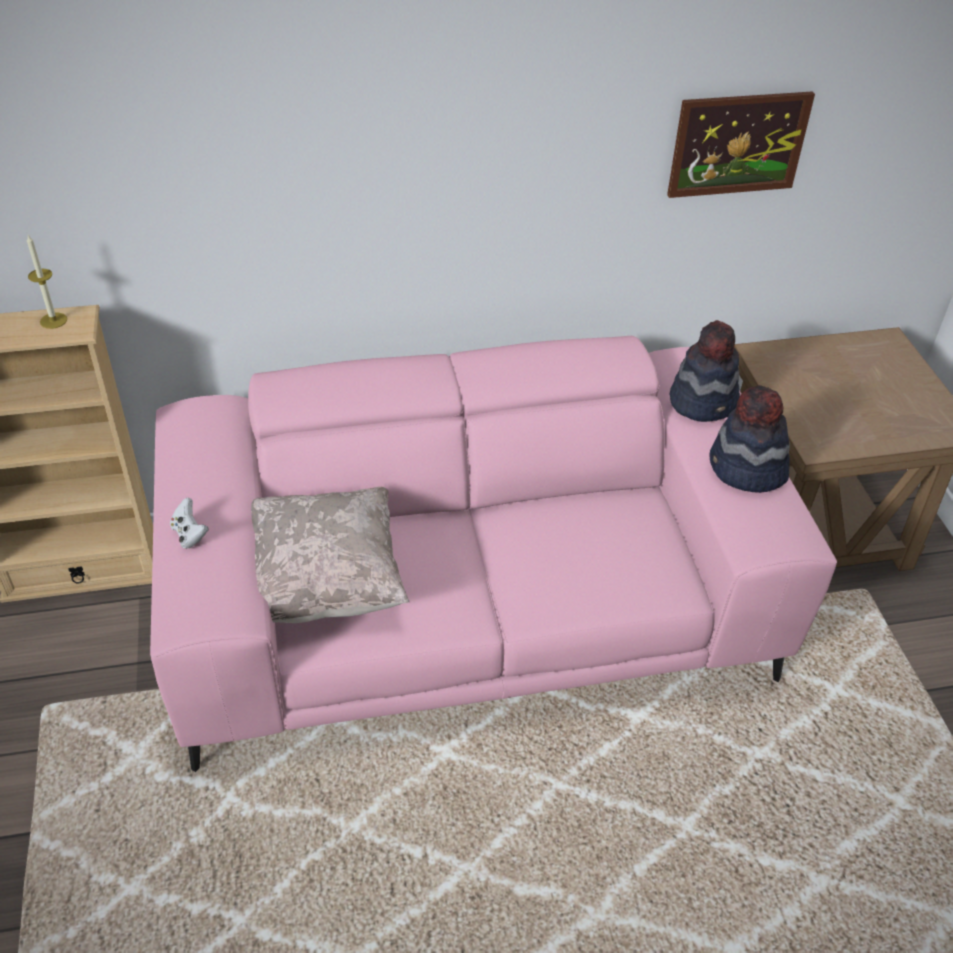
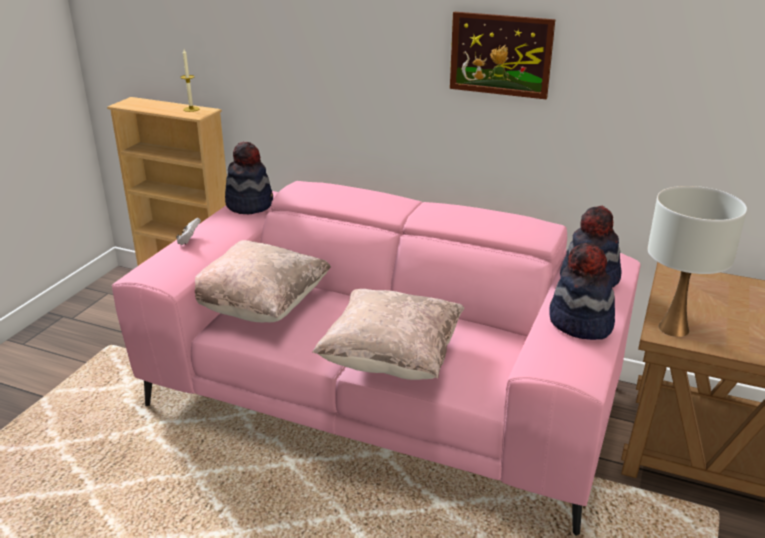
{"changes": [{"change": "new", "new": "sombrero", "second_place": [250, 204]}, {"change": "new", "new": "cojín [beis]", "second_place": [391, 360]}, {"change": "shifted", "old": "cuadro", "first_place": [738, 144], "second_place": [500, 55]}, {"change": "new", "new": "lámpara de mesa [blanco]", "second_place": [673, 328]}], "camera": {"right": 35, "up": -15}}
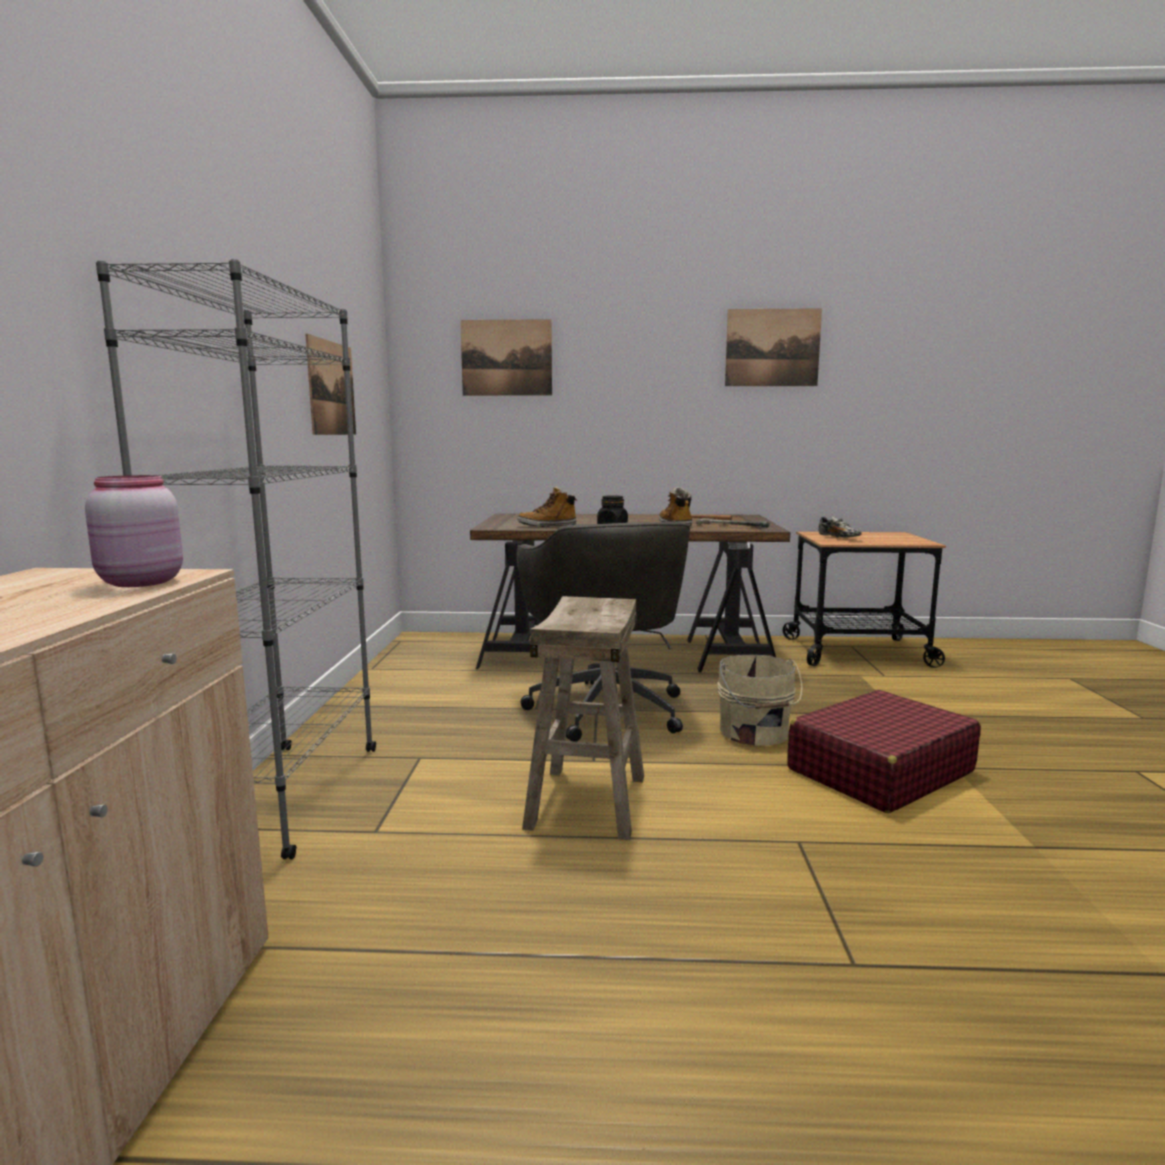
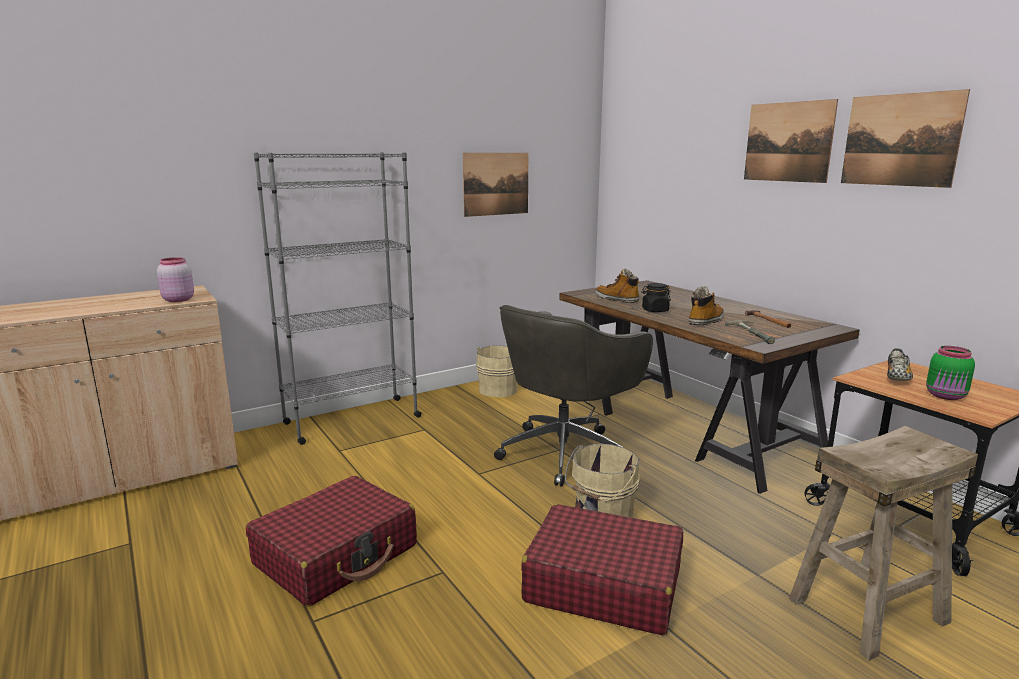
{"changes": [{"change": "new", "new": "maleta [rojo]", "second_place": [337, 555]}, {"change": "new", "new": "cubo [beis]", "second_place": [499, 389]}, {"change": "shifted", "old": "cuadro", "first_place": [506, 358], "second_place": [788, 142]}, {"change": "shifted", "old": "taburete [beis]", "first_place": [586, 800], "second_place": [867, 609]}, {"change": "new", "new": "tarro [verde]", "second_place": [946, 396]}], "camera": {"right": 55, "up": 5}}
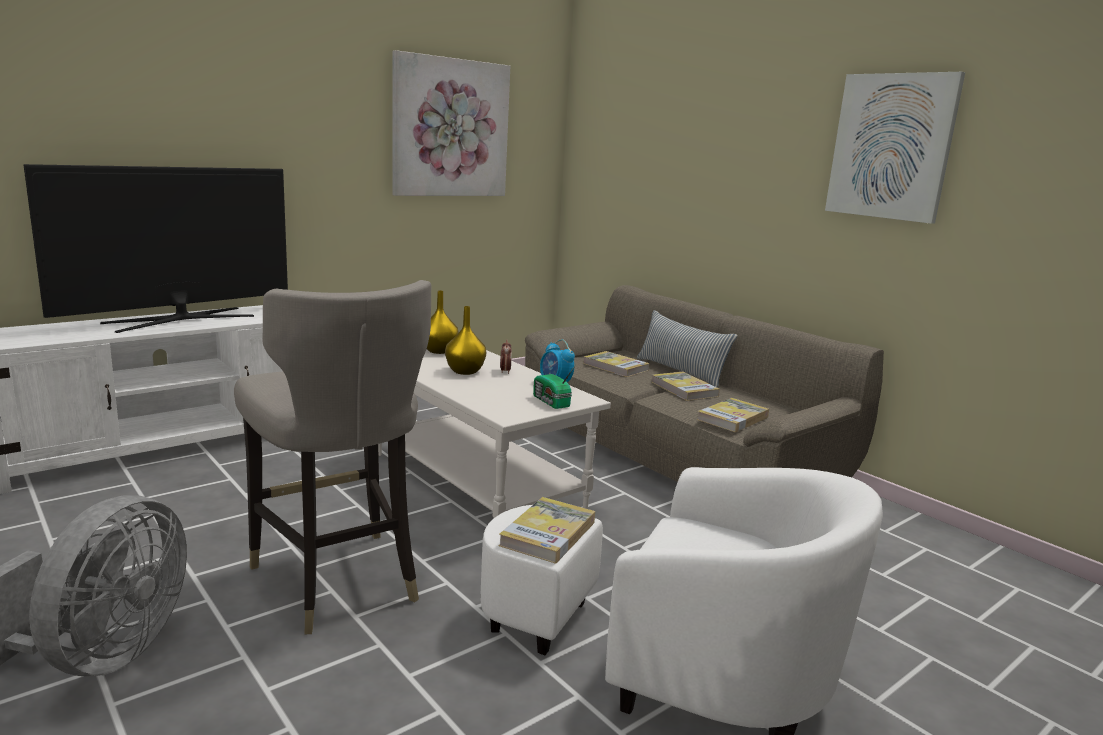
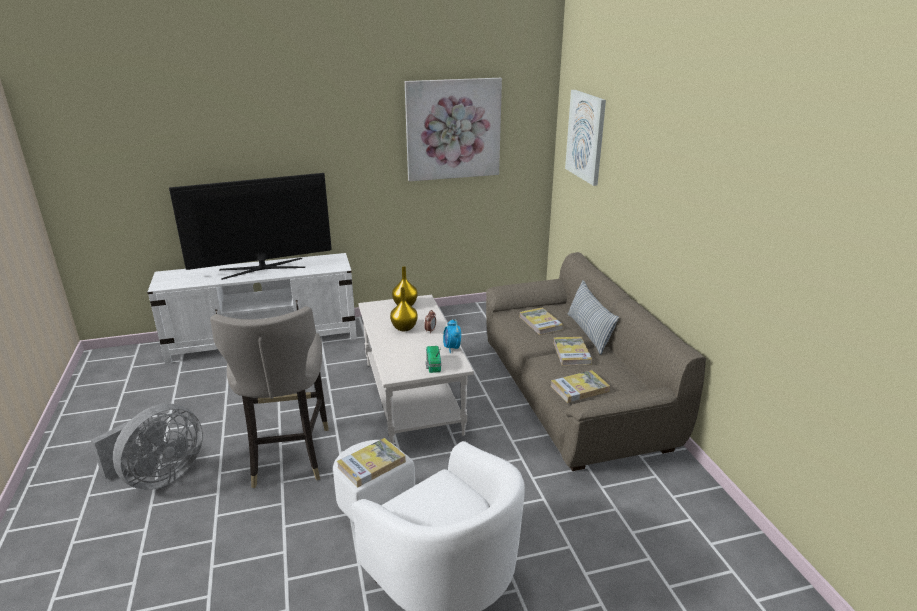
{"changes": [{"change": "shifted", "old": "cuadro", "first_place": [891, 147], "second_place": [586, 136]}], "camera": {"right": 25, "up": 10}}
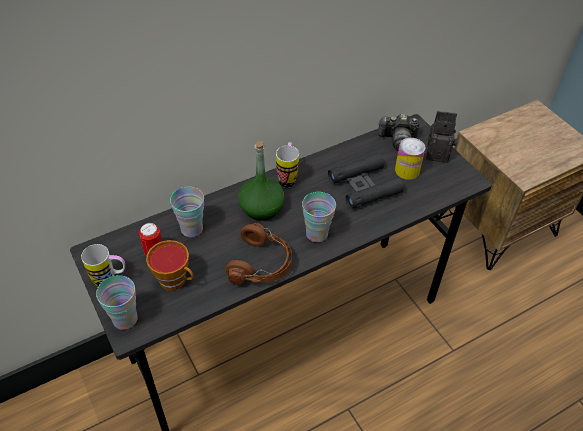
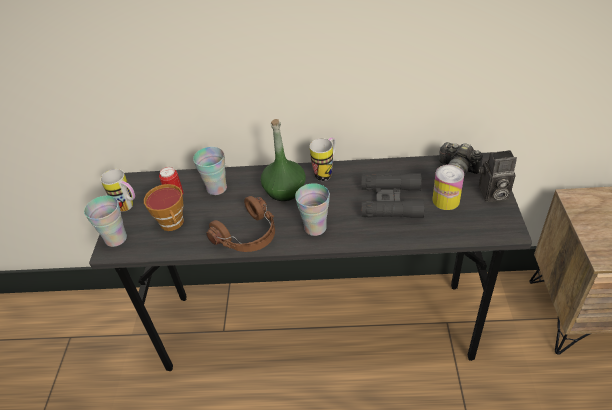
{"changes": [{"change": "rotated", "old": "cámara", "first_place": [438, 153], "second_place": [492, 194], "degrees": 135}], "camera": {"right": 35, "up": -5}}
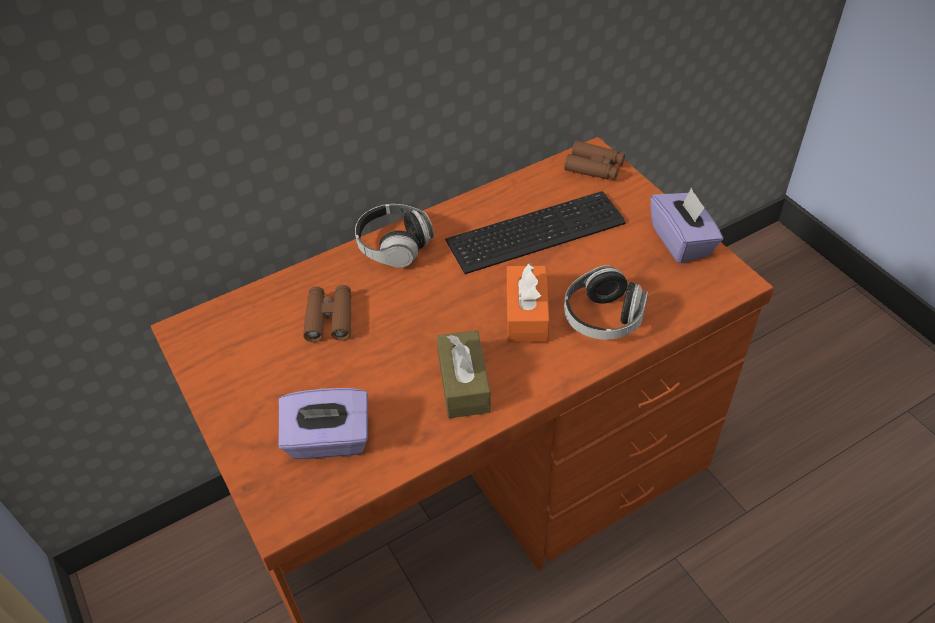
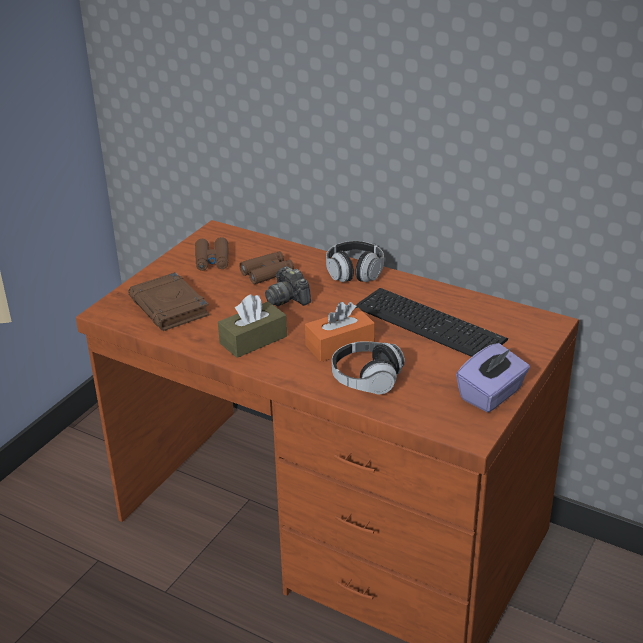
{"changes": [{"change": "swapped", "old": "caja de pañuelos [morado]", "new": "libro [marrón]", "first_place": [328, 441], "second_place": [170, 307]}, {"change": "shifted", "old": "prismáticos [marrón]", "first_place": [594, 167], "second_place": [212, 260]}, {"change": "new", "new": "cámara", "second_place": [288, 298]}], "camera": {"right": 60, "up": -15}}
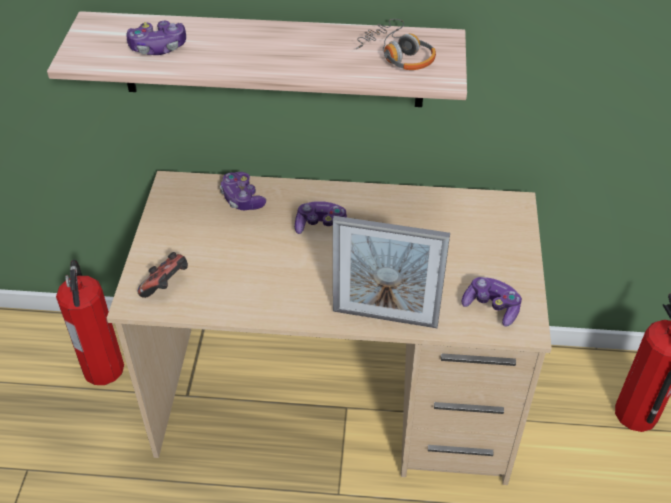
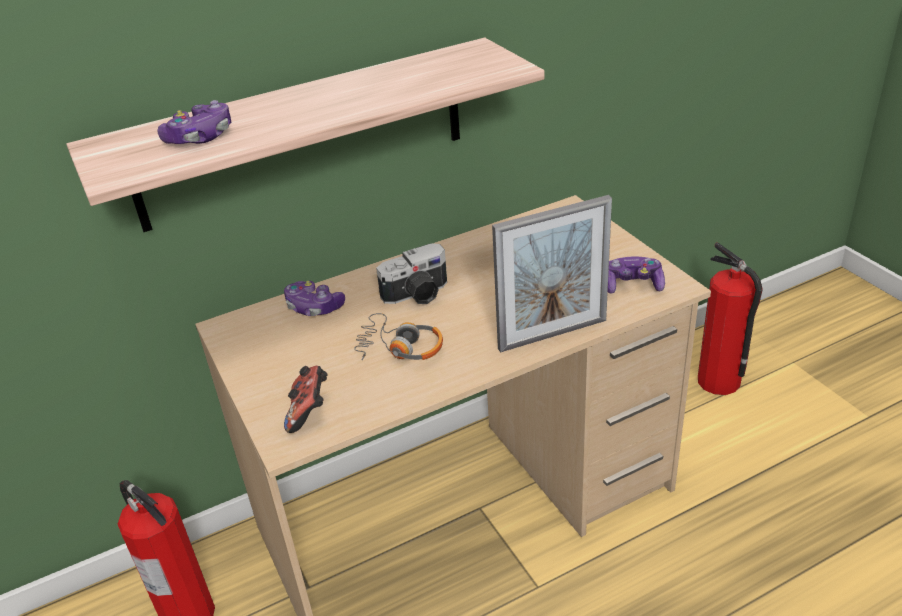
{"changes": [{"change": "shifted", "old": "auriculares", "first_place": [398, 55], "second_place": [400, 348]}, {"change": "swapped", "old": "mando de consola", "new": "cámara", "first_place": [321, 227], "second_place": [418, 295]}], "camera": {"right": -30, "up": -10}}
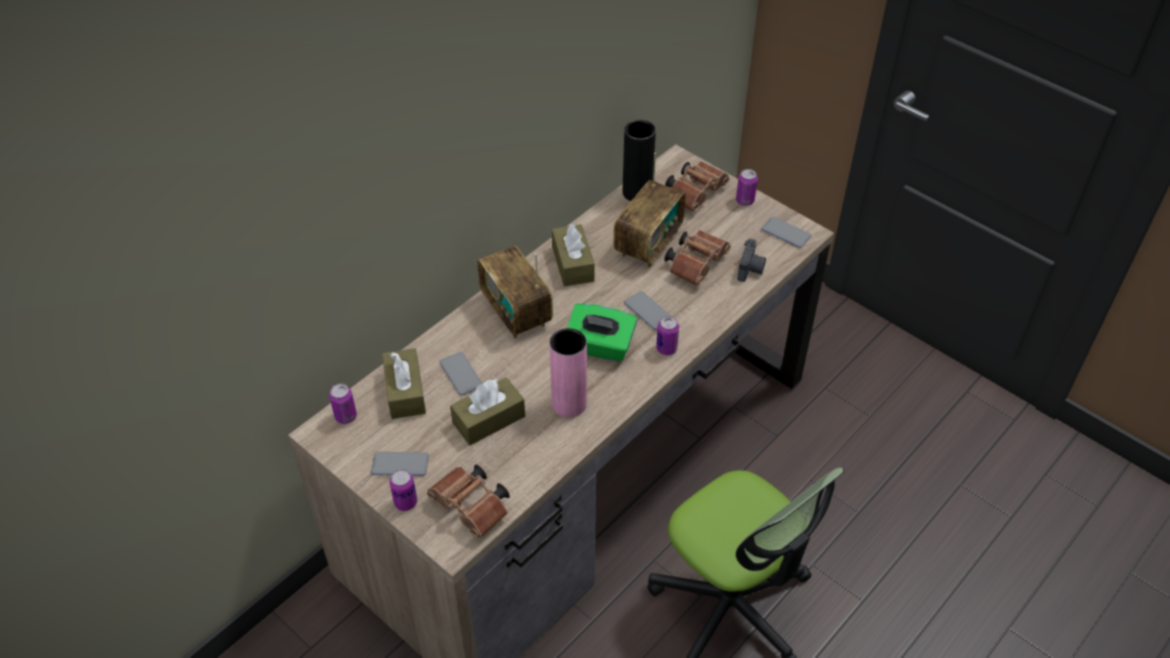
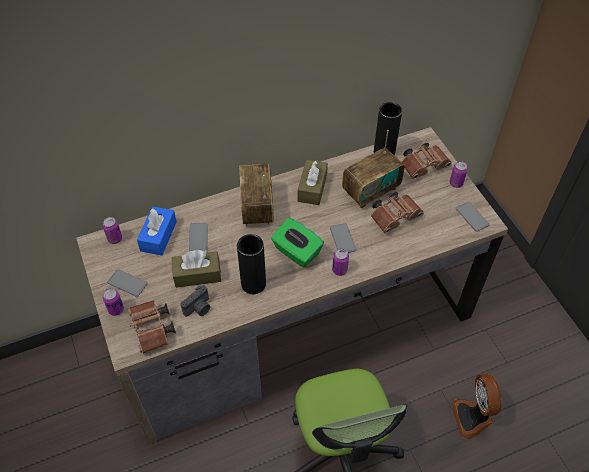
{"changes": [{"change": "repainted", "old": "caja de pañuelos [marrón]", "new": "caja de pañuelos [azul]", "first_place": [405, 392], "second_place": [158, 236]}, {"change": "shifted", "old": "cámara", "first_place": [751, 269], "second_place": [199, 308]}, {"change": "repainted", "old": "florero [rosa]", "new": "florero [negro]", "first_place": [569, 404], "second_place": [253, 284]}, {"change": "new", "new": "ventilador", "second_place": [473, 417]}], "camera": {"right": 25, "up": 5}}
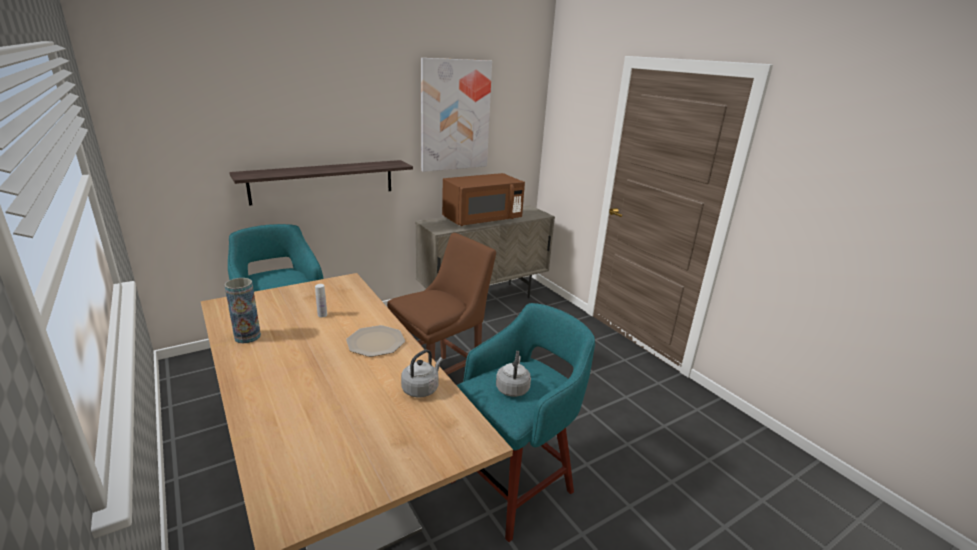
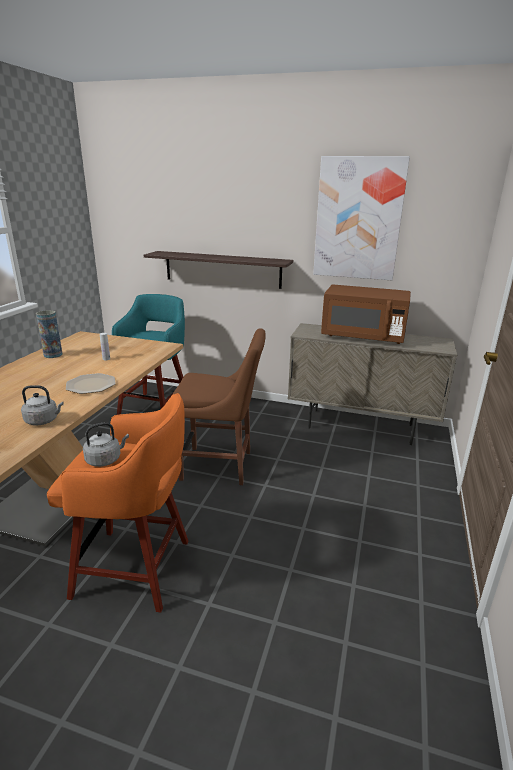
{"changes": [{"change": "repainted", "old": "taburete [turquesa]", "new": "taburete [naranja]", "first_place": [514, 484], "second_place": [136, 569]}], "camera": {"right": 50, "up": 0}}
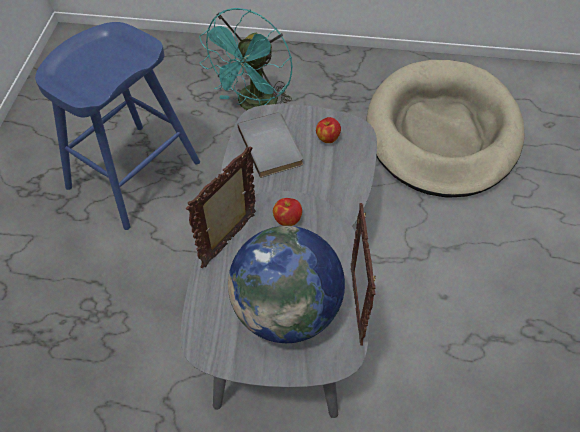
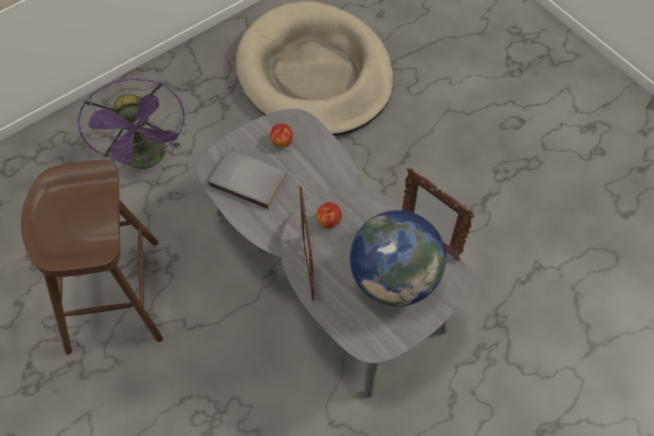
{"changes": [{"change": "repainted", "old": "taburete [azul]", "new": "taburete [marrón]", "first_place": [133, 175], "second_place": [113, 295]}, {"change": "repainted", "old": "ventilador [turquesa]", "new": "ventilador [morado]", "first_place": [254, 106], "second_place": [148, 159]}], "camera": {"right": -45, "up": 5}}
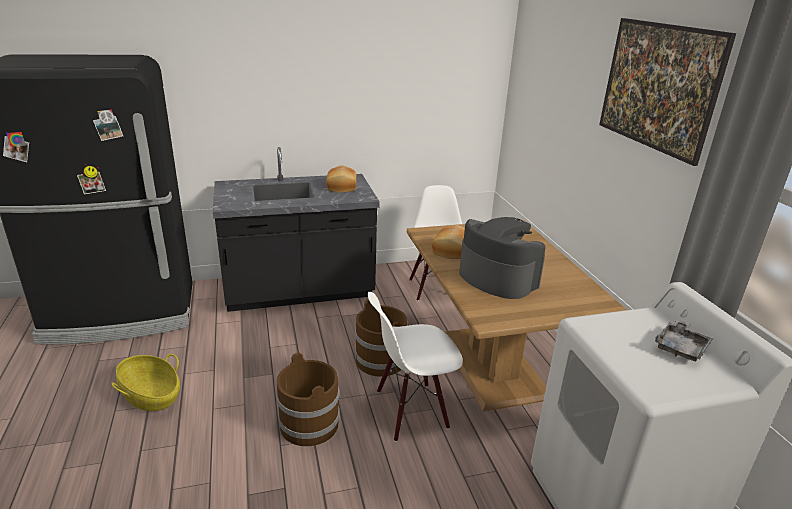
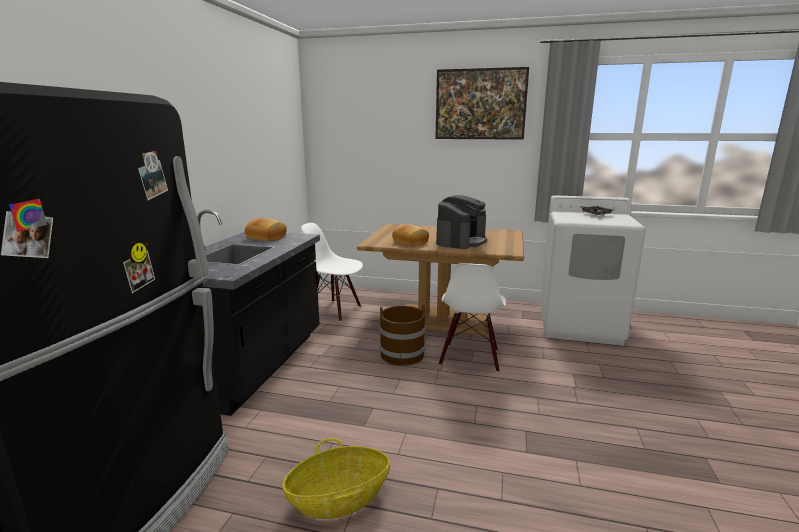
{"changes": [{"change": "rotated", "old": "cafetera", "first_place": [497, 278], "second_place": [461, 241], "degrees": 135}, {"change": "gone", "old": "cubo [marrón]", "first_place": [309, 424]}], "camera": {"right": -60, "up": -10}}
